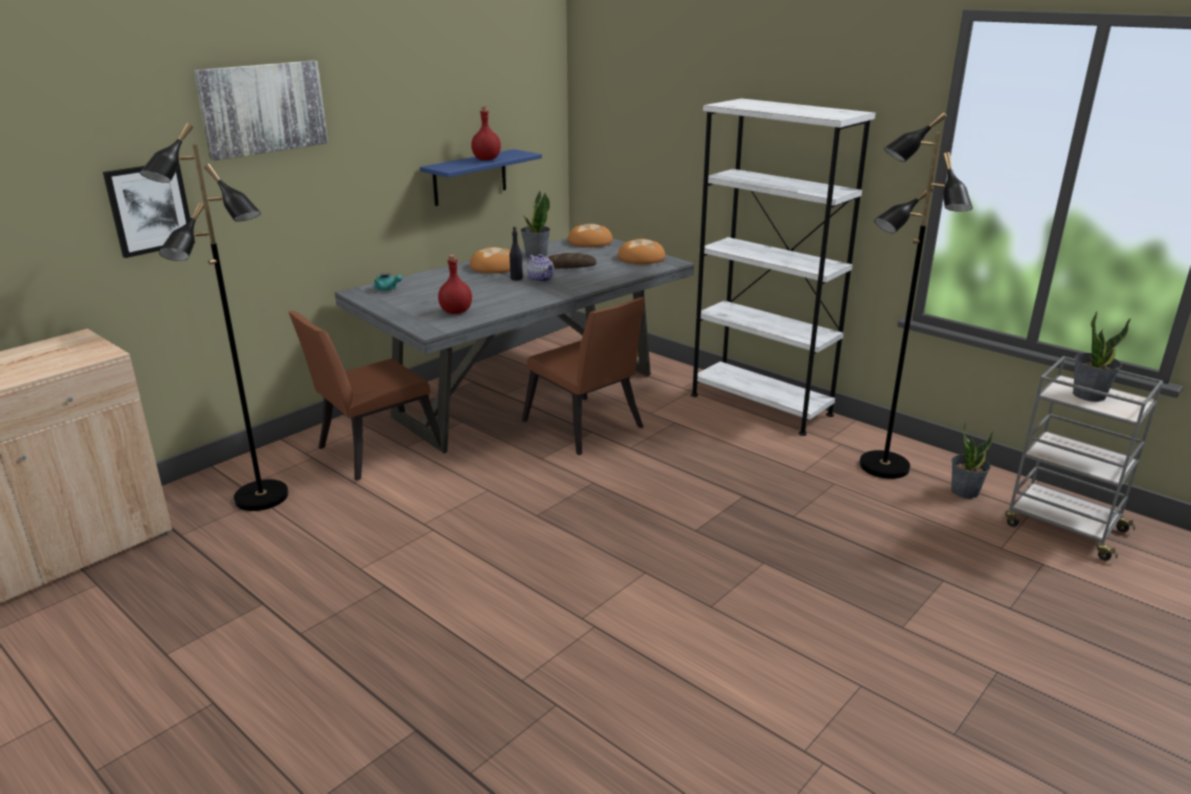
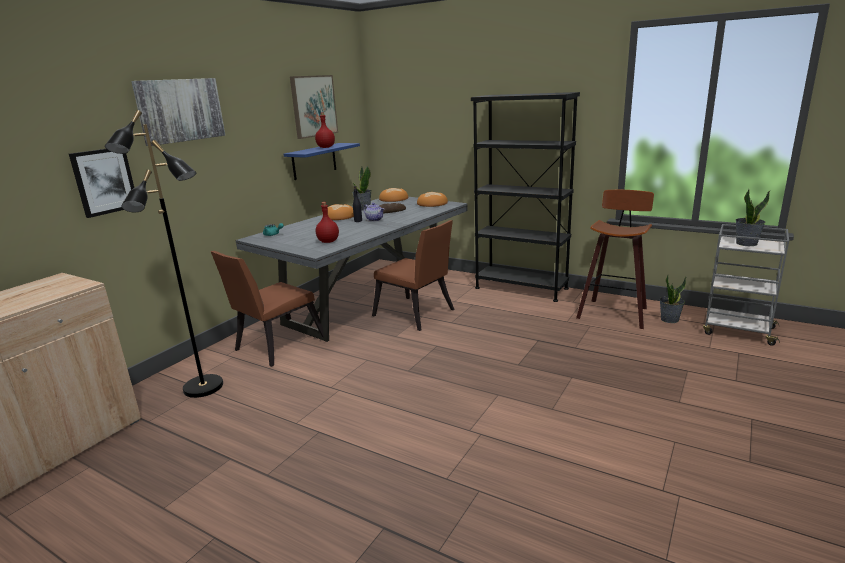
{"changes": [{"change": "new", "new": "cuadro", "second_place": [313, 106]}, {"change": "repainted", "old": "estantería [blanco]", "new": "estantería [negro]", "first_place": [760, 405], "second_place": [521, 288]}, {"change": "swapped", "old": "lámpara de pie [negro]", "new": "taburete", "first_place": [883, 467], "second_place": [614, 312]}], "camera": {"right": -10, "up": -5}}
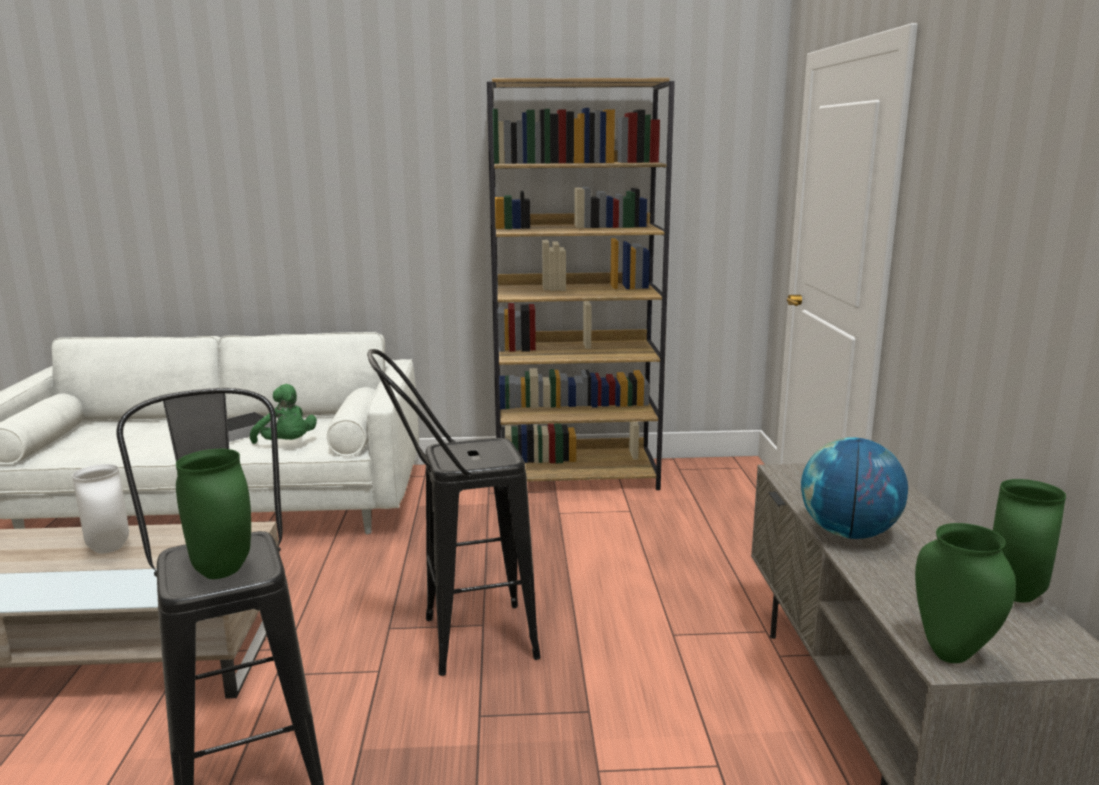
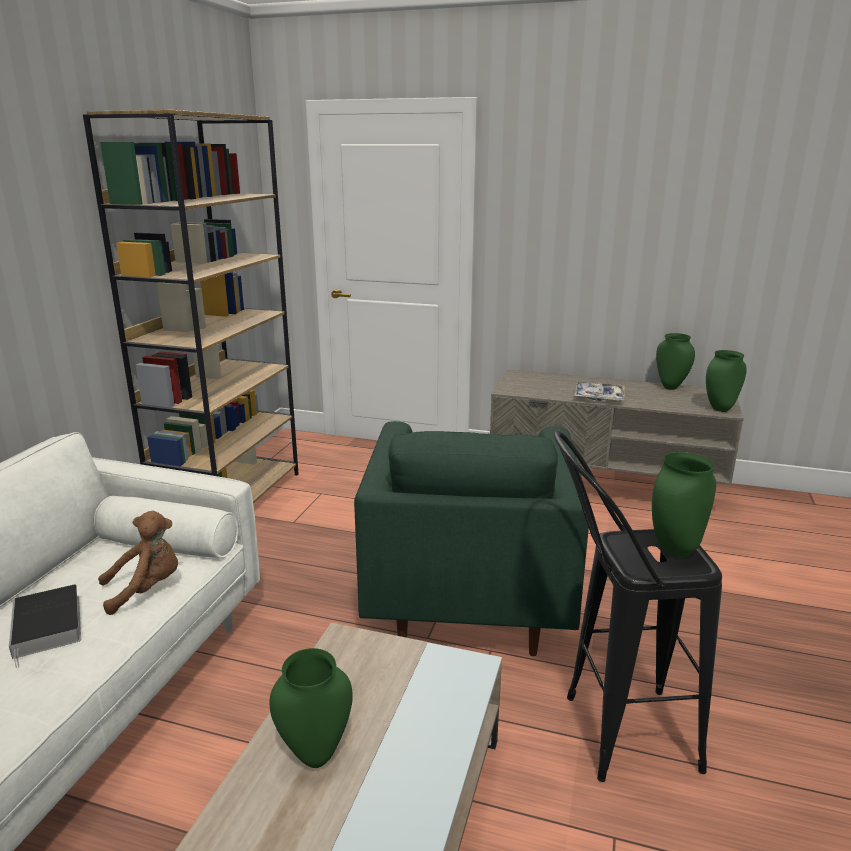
{"changes": [{"change": "repainted", "old": "peluche [verde]", "new": "peluche [marrón]", "first_place": [287, 444], "second_place": [146, 589]}, {"change": "repainted", "old": "florero [blanco]", "new": "florero [verde]", "first_place": [107, 549], "second_place": [315, 757]}, {"change": "swapped", "old": "taburete [negro]", "new": "sillón [verde]", "first_place": [459, 642], "second_place": [468, 604]}, {"change": "swapped", "old": "globo terráqueo", "new": "bandeja", "first_place": [848, 533], "second_place": [598, 397]}], "camera": {"right": -70, "up": 5}}
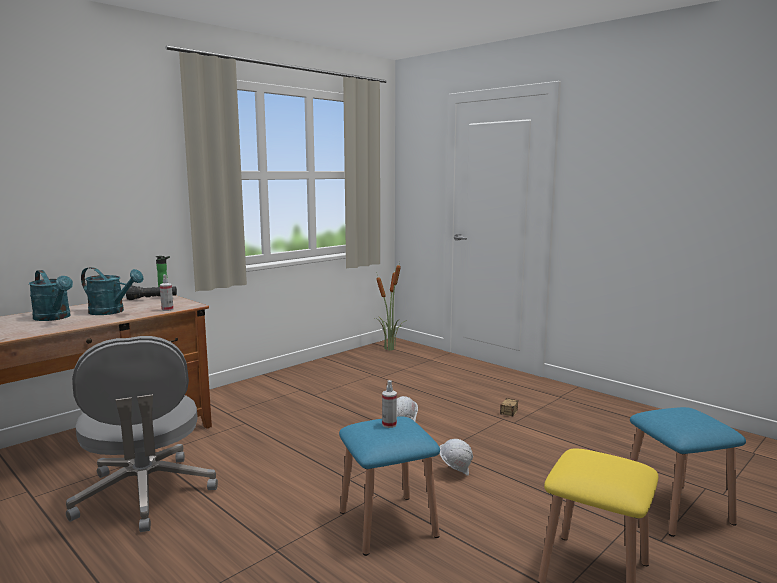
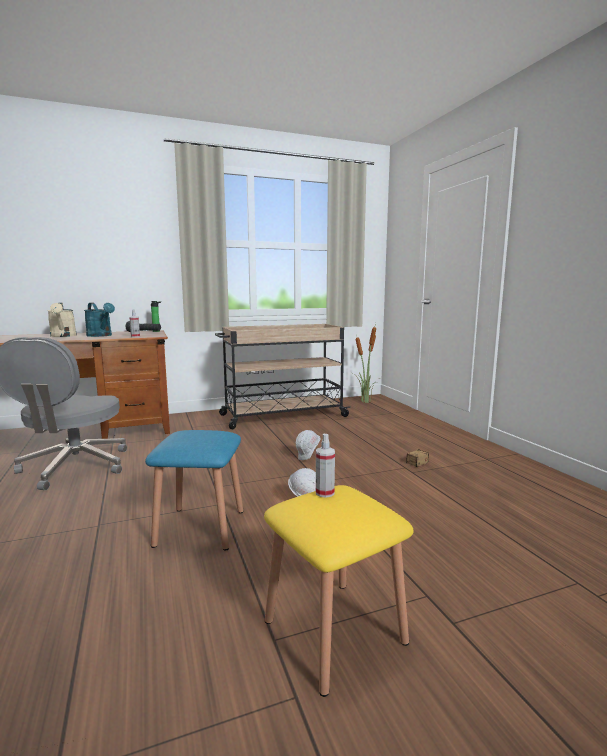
{"changes": [{"change": "repainted", "old": "regadera [turquesa]", "new": "regadera [beis]", "first_place": [55, 318], "second_place": [63, 336]}, {"change": "new", "new": "carrito [beis]", "second_place": [282, 416]}, {"change": "shifted", "old": "pulverizador", "first_place": [389, 424], "second_place": [324, 493]}, {"change": "gone", "old": "taburete [azul]", "first_place": [676, 509]}], "camera": {"right": 25, "up": 0}}
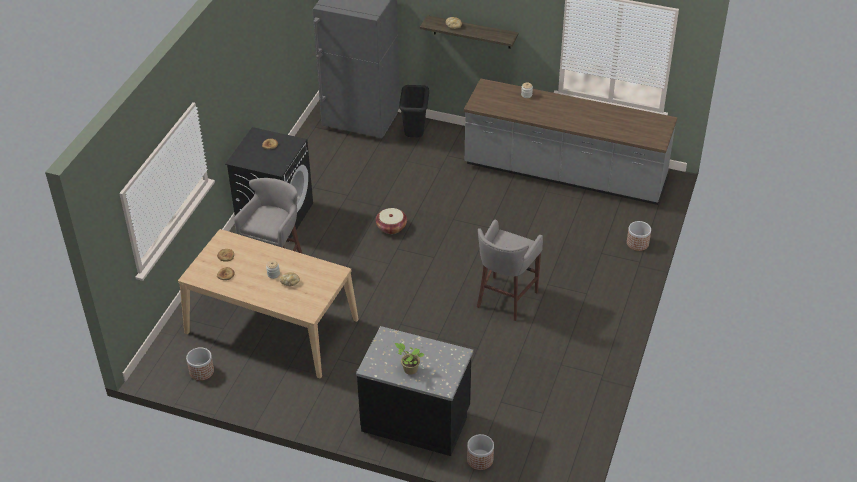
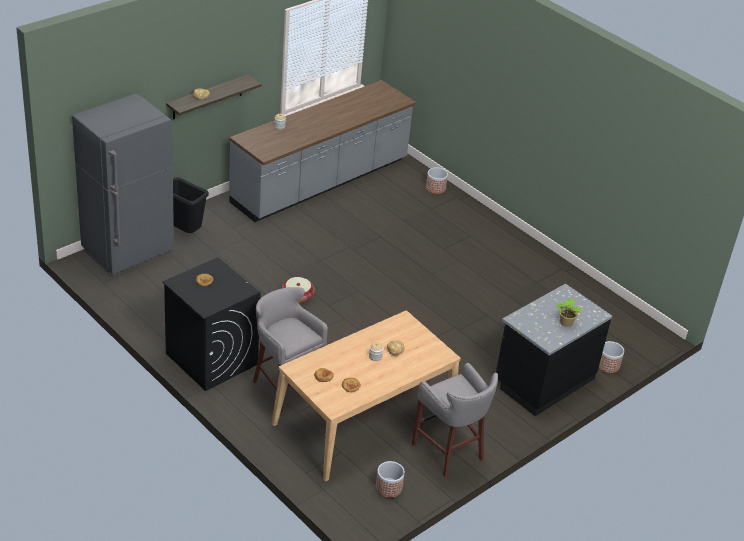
{"changes": [{"change": "shifted", "old": "taburete [gris]", "first_place": [505, 299], "second_place": [449, 452]}], "camera": {"right": -65, "up": -5}}
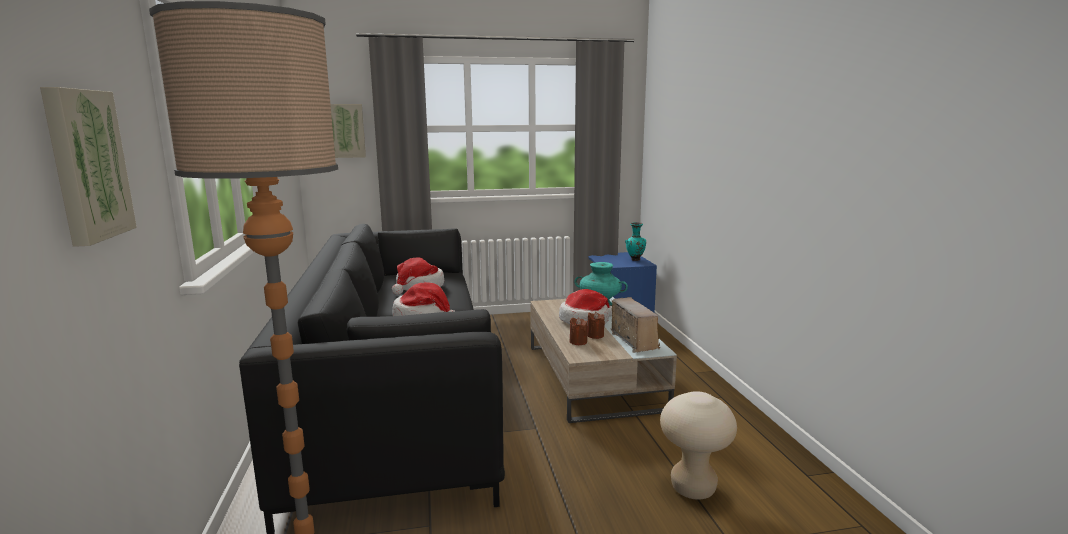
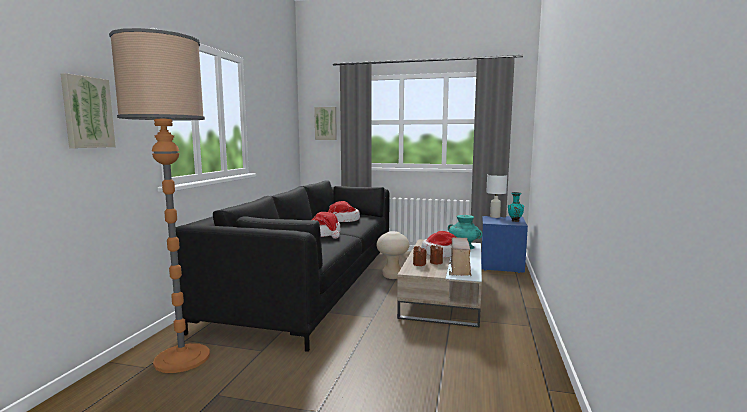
{"changes": [{"change": "shifted", "old": "taburete [beis]", "first_place": [693, 488], "second_place": [392, 276]}, {"change": "new", "new": "lámpara de mesa [blanco]", "second_place": [495, 217]}], "camera": {"right": 25, "up": -5}}
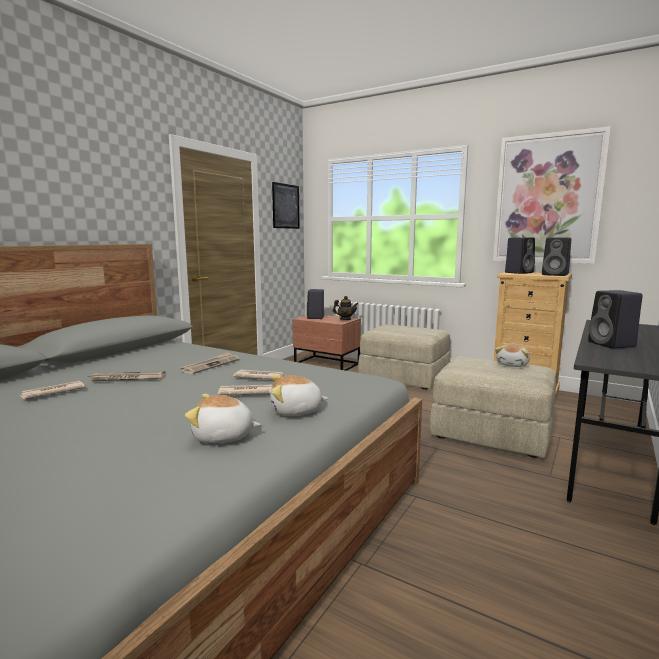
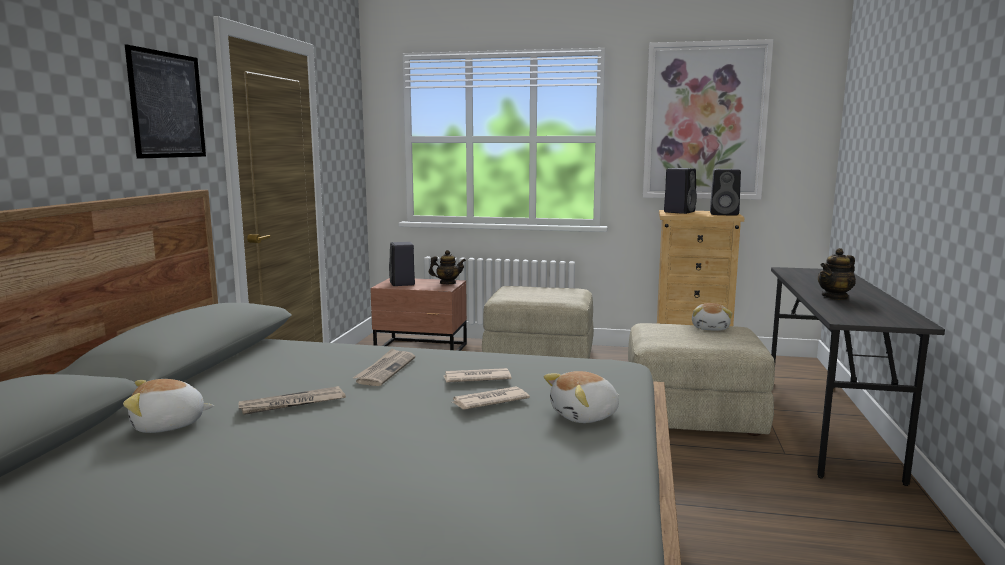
{"changes": [{"change": "shifted", "old": "peluche", "first_place": [223, 437], "second_place": [168, 425]}, {"change": "shifted", "old": "cuadro", "first_place": [286, 206], "second_place": [167, 105]}, {"change": "swapped", "old": "altavoz [negro]", "new": "tetera", "first_place": [612, 345], "second_place": [835, 297]}, {"change": "gone", "old": "periódico", "first_place": [52, 392]}], "camera": {"right": -20, "up": 0}}
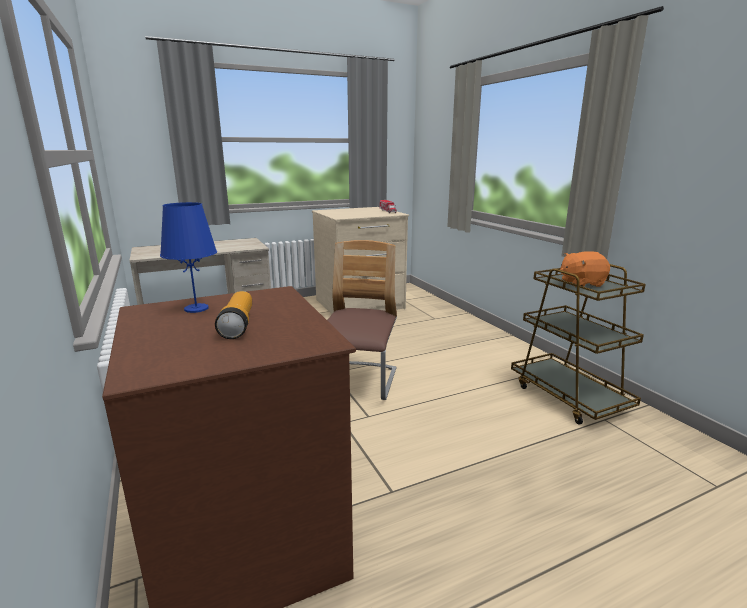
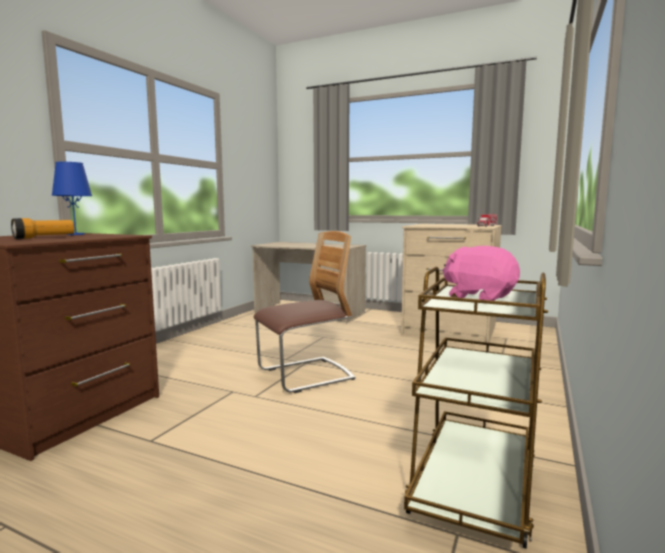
{"changes": [{"change": "repainted", "old": "peluche [naranja]", "new": "peluche [rosa]", "first_place": [581, 283], "second_place": [479, 297]}], "camera": {"right": 50, "up": -10}}
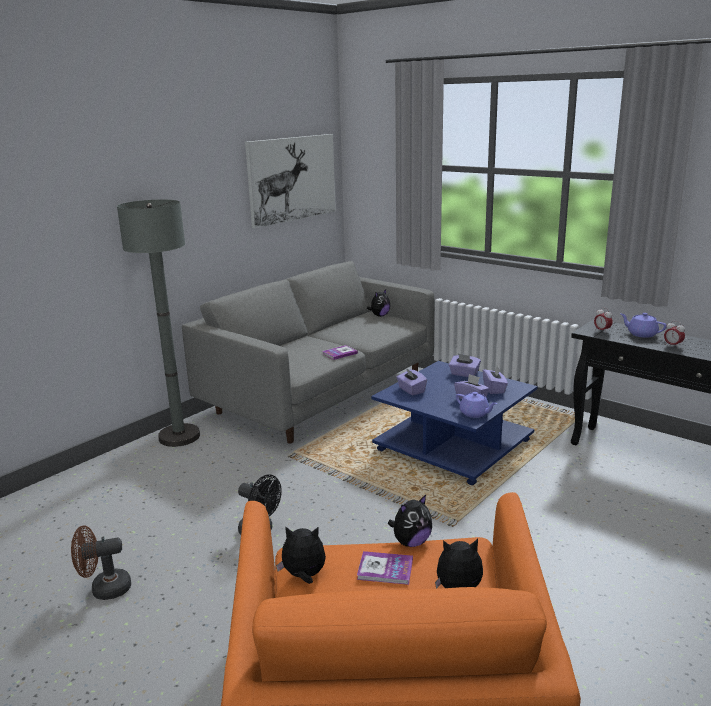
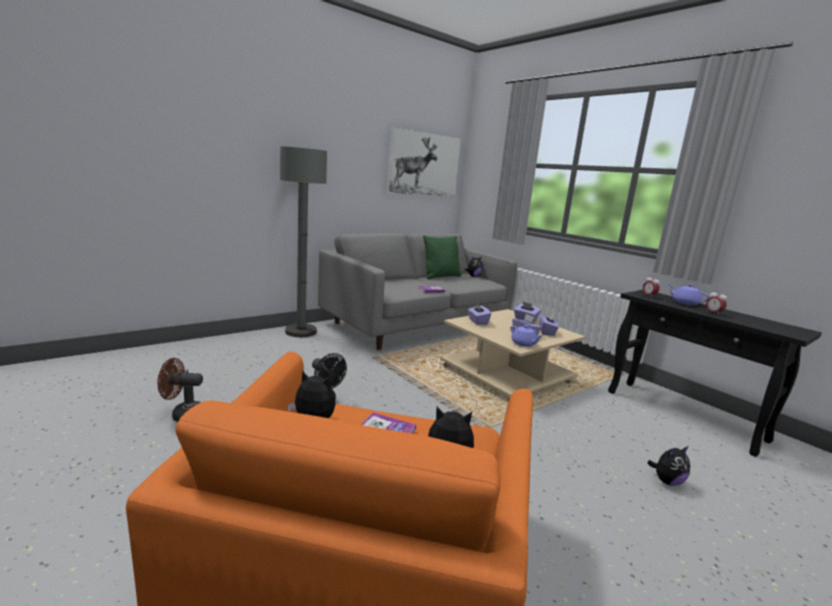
{"changes": [{"change": "new", "new": "cojín [verde]", "second_place": [441, 277]}, {"change": "repainted", "old": "mesa de centro [azul]", "new": "mesa de centro [beis]", "first_place": [453, 445], "second_place": [506, 374]}, {"change": "shifted", "old": "peluche", "first_place": [411, 542], "second_place": [667, 481]}], "camera": {"right": 10, "up": -5}}
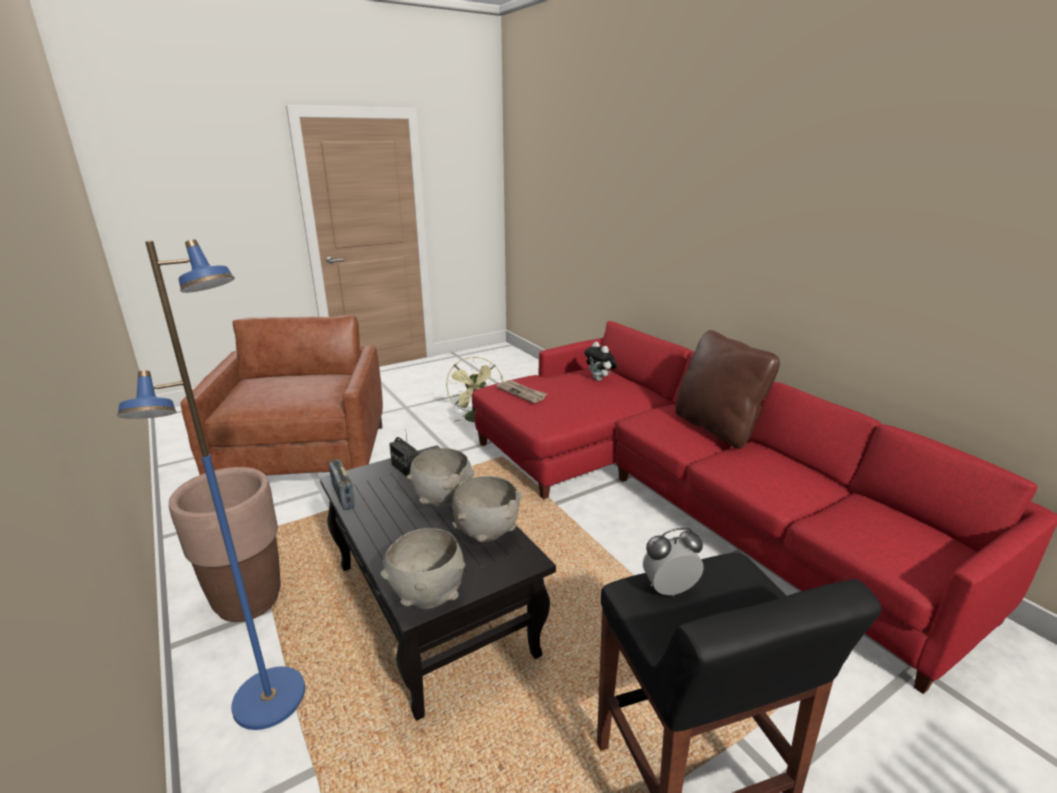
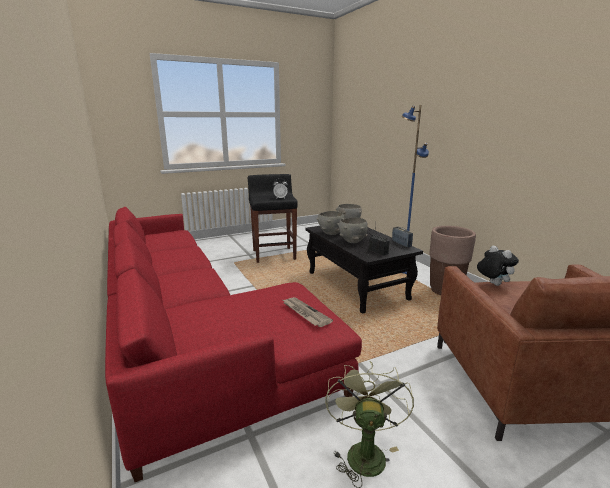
{"changes": [{"change": "shifted", "old": "peluche", "first_place": [600, 379], "second_place": [492, 284]}, {"change": "gone", "old": "cojín [marrón]", "first_place": [717, 428]}], "camera": {"right": -175, "up": -5}}
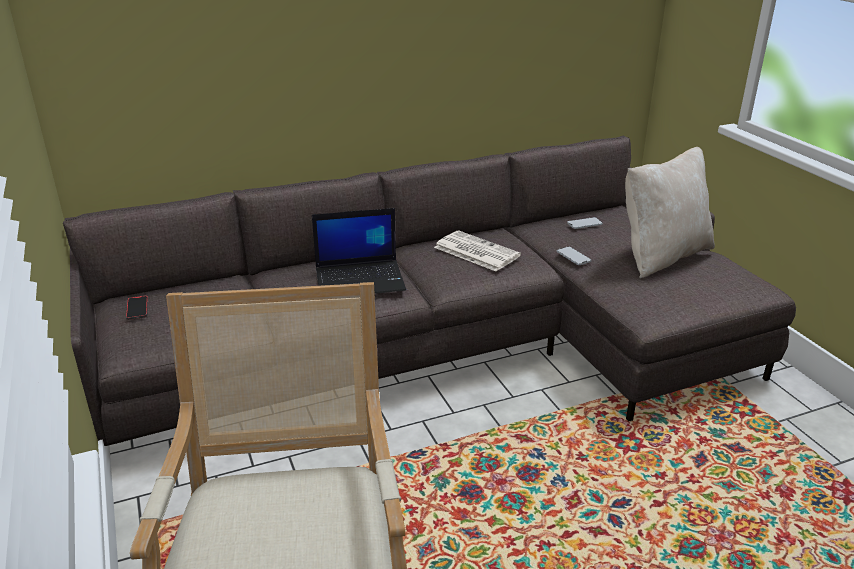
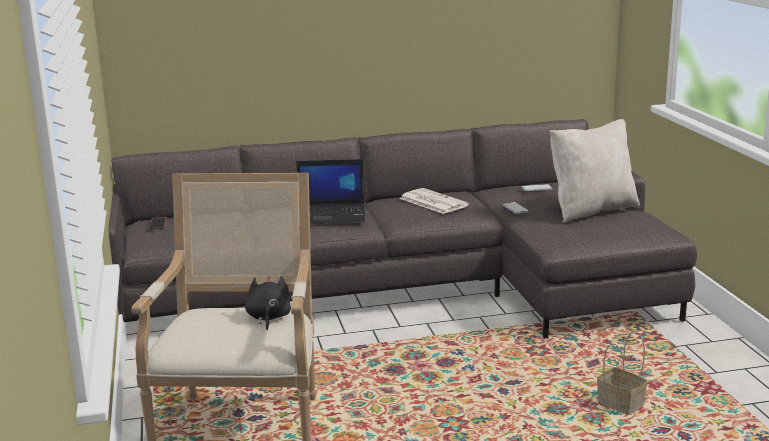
{"changes": [{"change": "new", "new": "peluche [negro]", "second_place": [268, 318]}, {"change": "new", "new": "cesta", "second_place": [622, 405]}], "camera": {"right": 10, "up": -10}}
